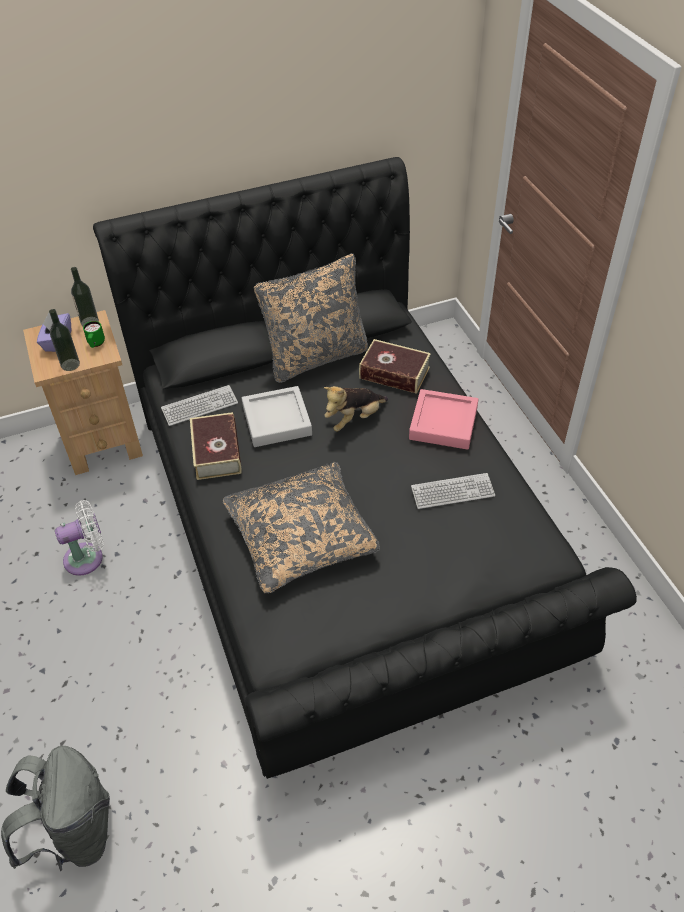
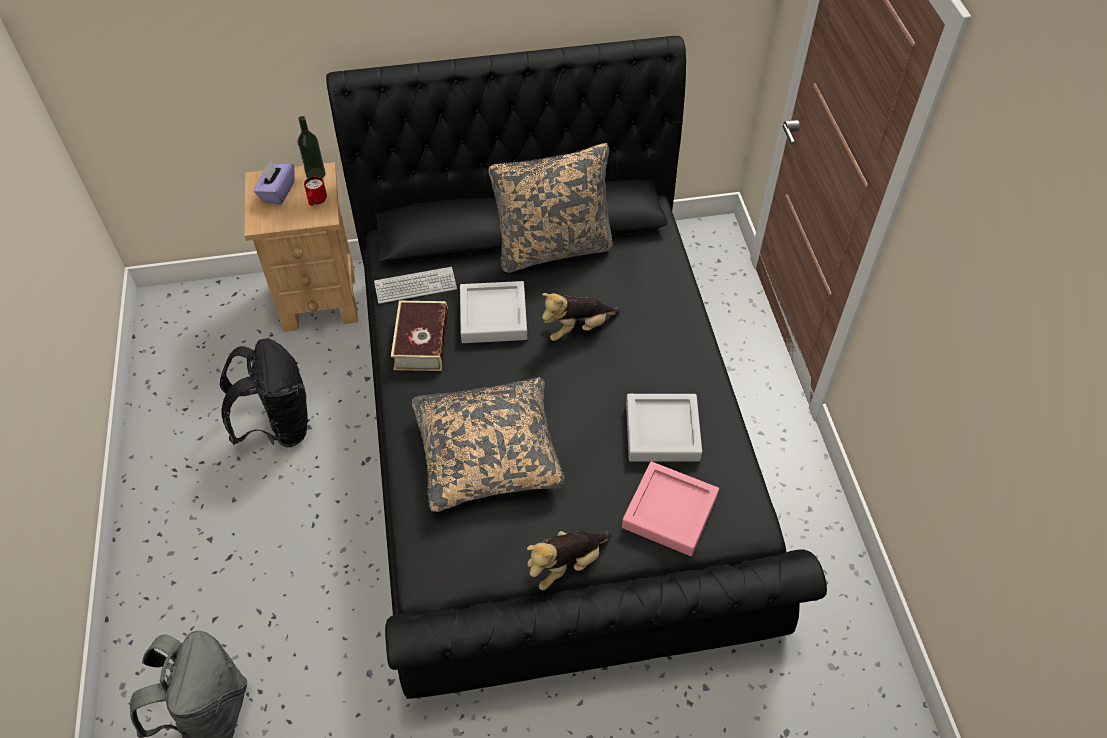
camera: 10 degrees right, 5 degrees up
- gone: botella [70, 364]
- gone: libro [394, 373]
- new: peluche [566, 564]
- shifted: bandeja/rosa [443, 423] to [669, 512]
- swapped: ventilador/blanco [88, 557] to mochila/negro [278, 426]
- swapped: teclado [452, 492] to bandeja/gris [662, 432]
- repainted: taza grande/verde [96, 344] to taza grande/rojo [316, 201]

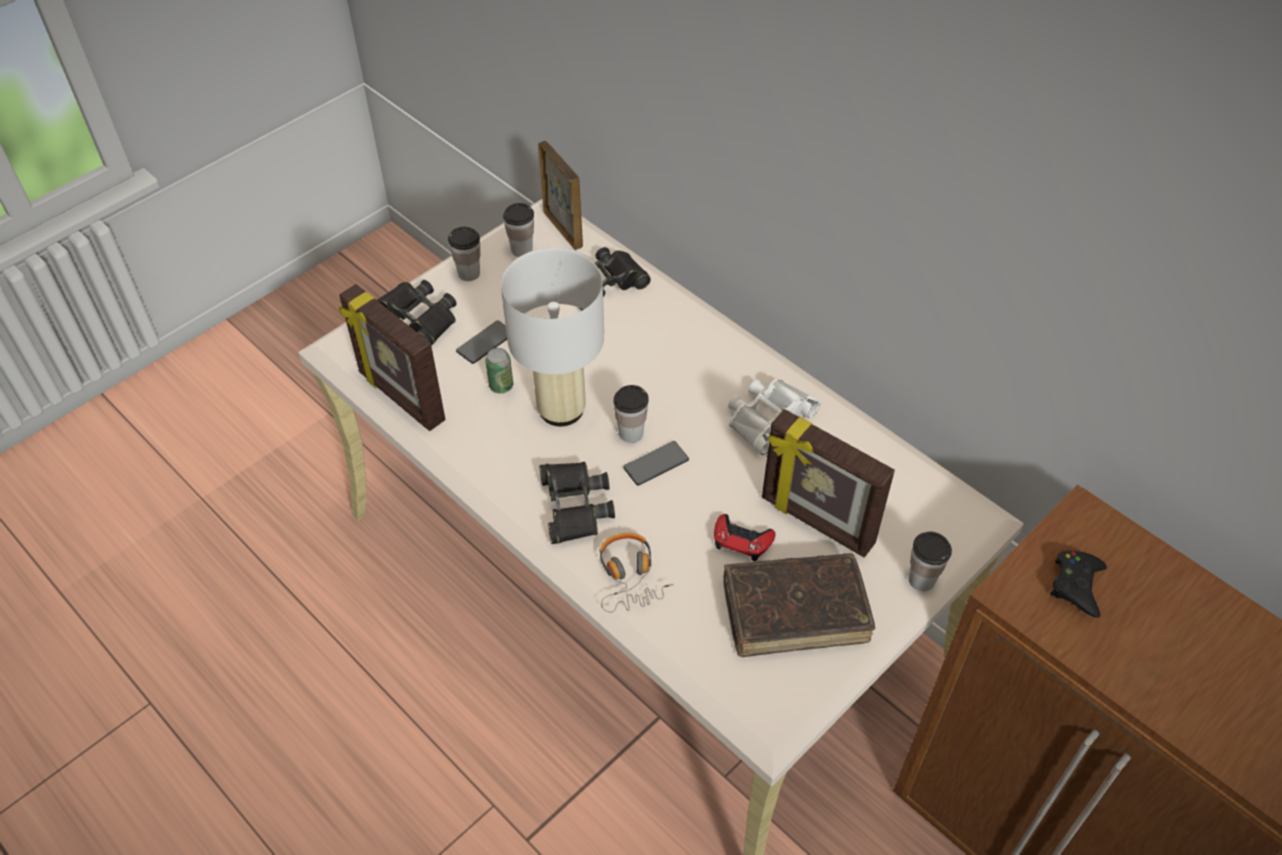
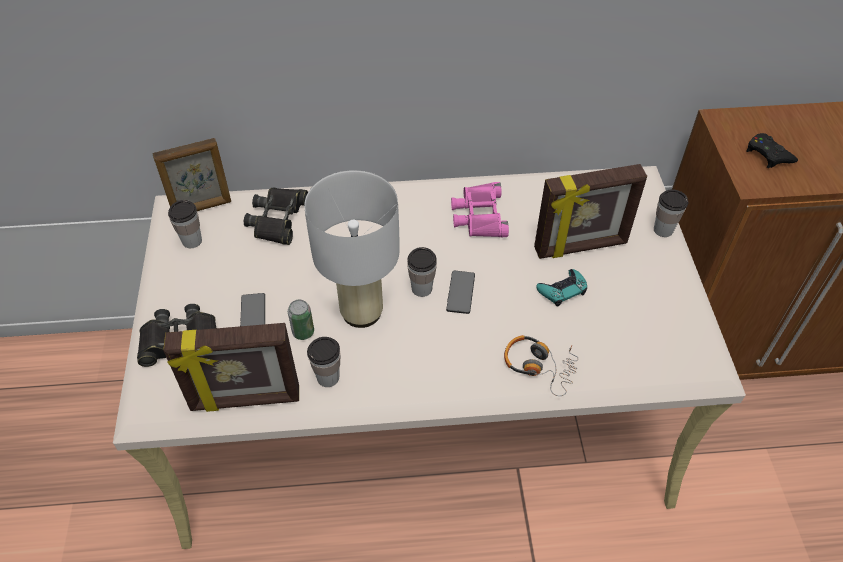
camera: 50 degrees left, 0 degrees up
- gone: prismáticos/negro [574, 506]
- gone: libro/marrón [795, 611]
- shifted: taza [469, 273] to [328, 377]
- repainted: mando de consola/rojo [742, 540] to mando de consola/turquesa [562, 290]
- repainted: prismáticos/blanco [767, 417] to prismáticos/rosa [479, 215]
- rotated: portarretratos [563, 229] = [202, 207] 150 degrees clockwise

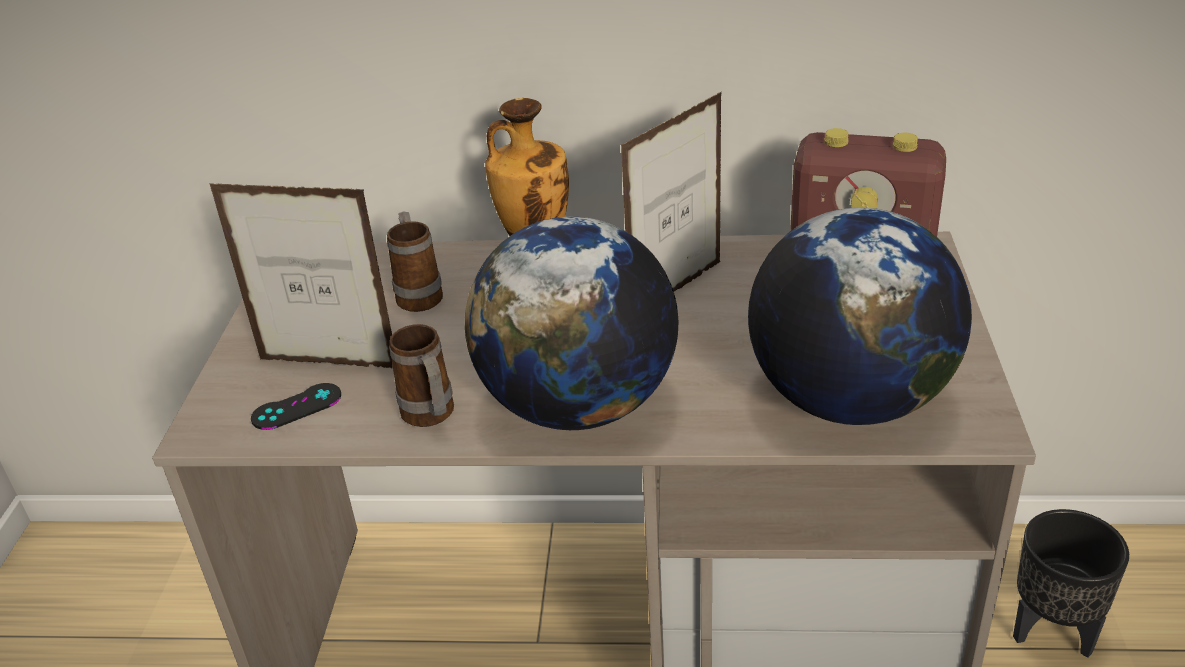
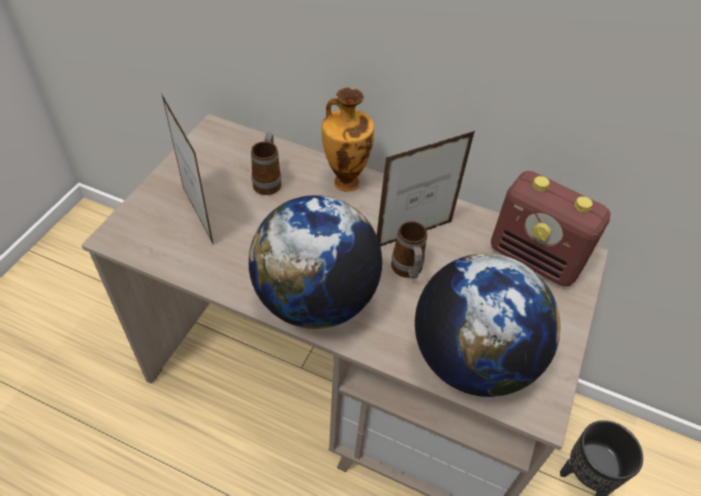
camera: 15 degrees right, 15 degrees up
- gone: mando de consola/negro [296, 407]
- shifted: taza grande [431, 418] to [407, 271]
- rotated: portarretratos [329, 364] = [197, 215] 150 degrees counterclockwise

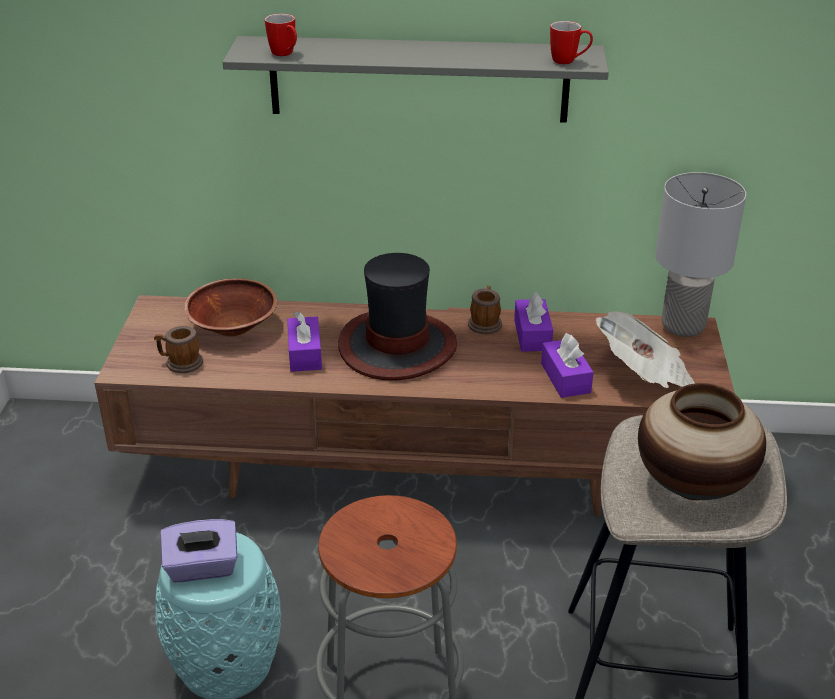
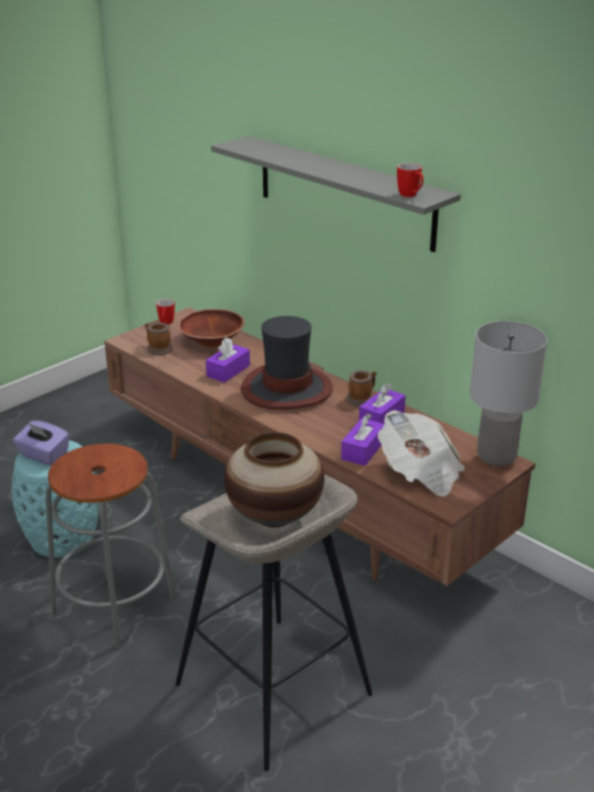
camera: 40 degrees right, 5 degrees down
- shifted: taza grande [285, 54] to [166, 323]

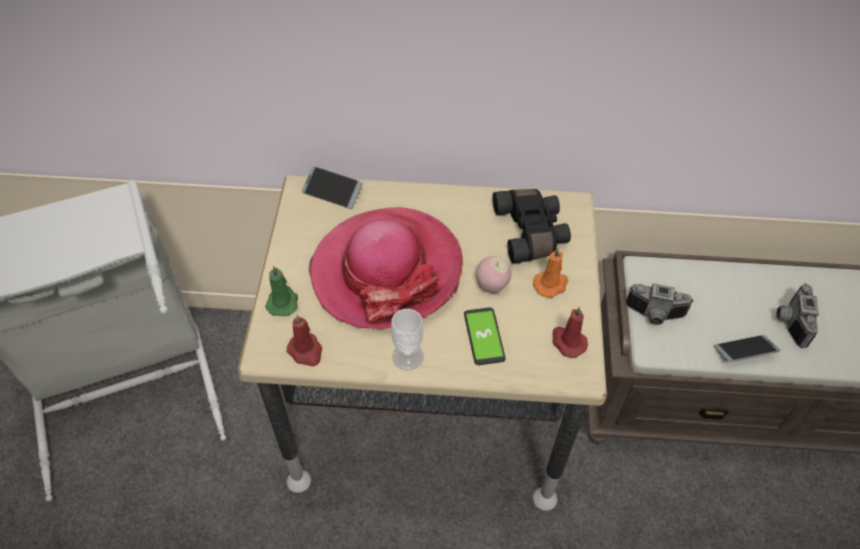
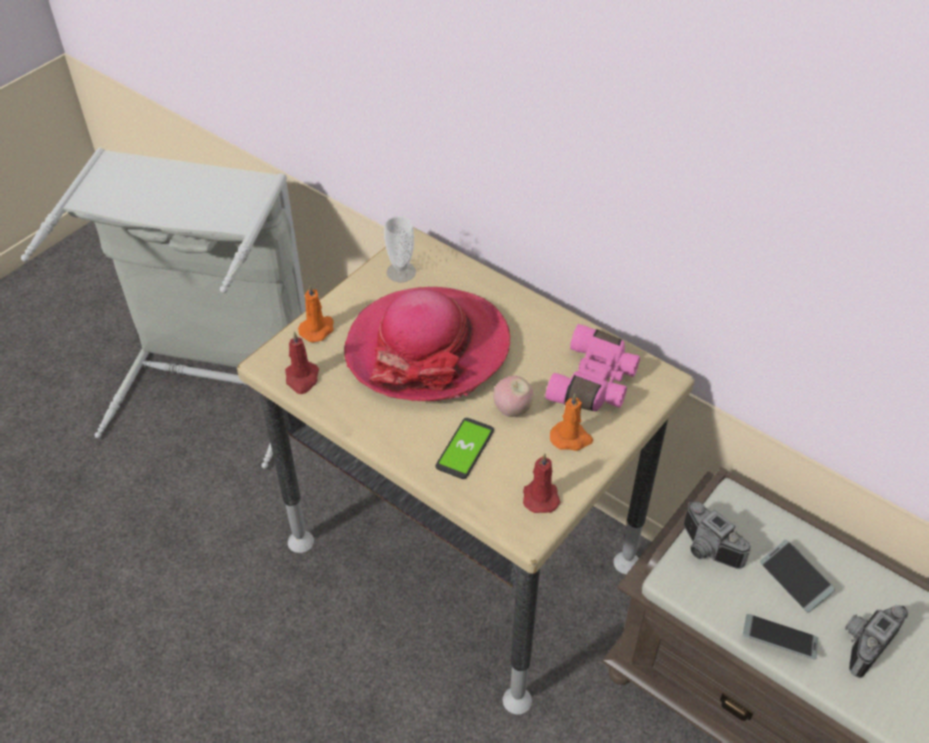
camera: 35 degrees right, 5 degrees down
- shifted: móvil [332, 192] to [794, 579]
- shifted: taza [407, 356] to [401, 272]
- repainted: vela/verde [283, 301] to vela/naranja [318, 329]
- repainted: prismáticos/negro [531, 232] to prismáticos/rosa [595, 383]

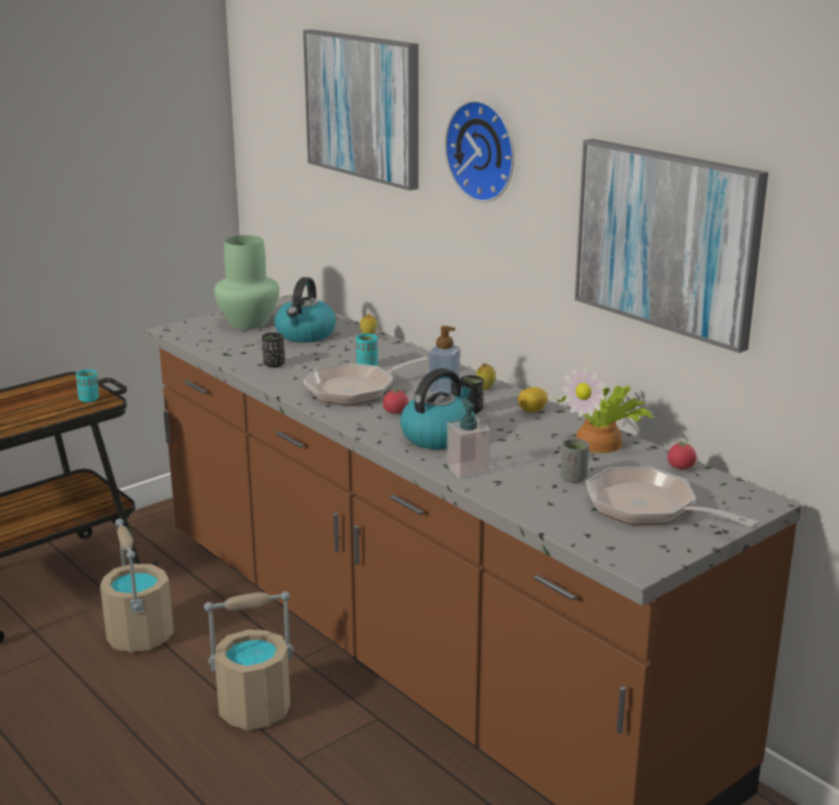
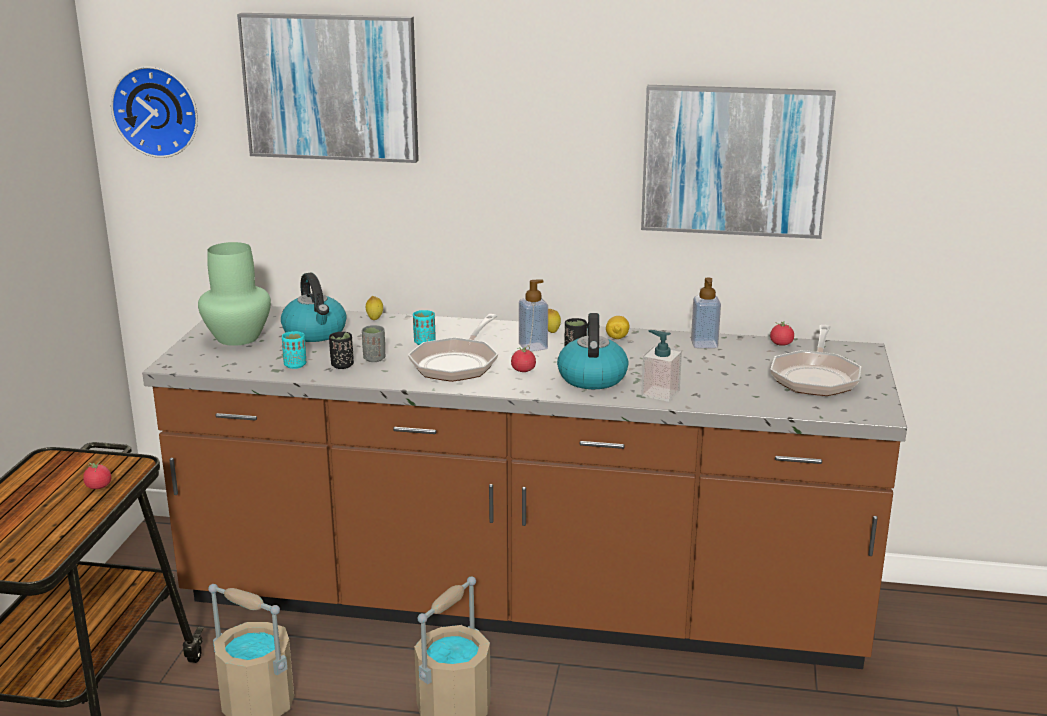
camera: 40 degrees left, 0 degrees up
- new: tomate [98, 487]
- shifted: taza/turquesa [89, 399] to [295, 365]
- shifted: reloj de pared [484, 150] to [157, 111]
- shifted: taza/gris [573, 478] to [374, 359]
- swapped: planta en maceta [602, 442] to dispensador de jabón [704, 344]
- rotated: sartén [649, 508] = [815, 377] 75 degrees counterclockwise

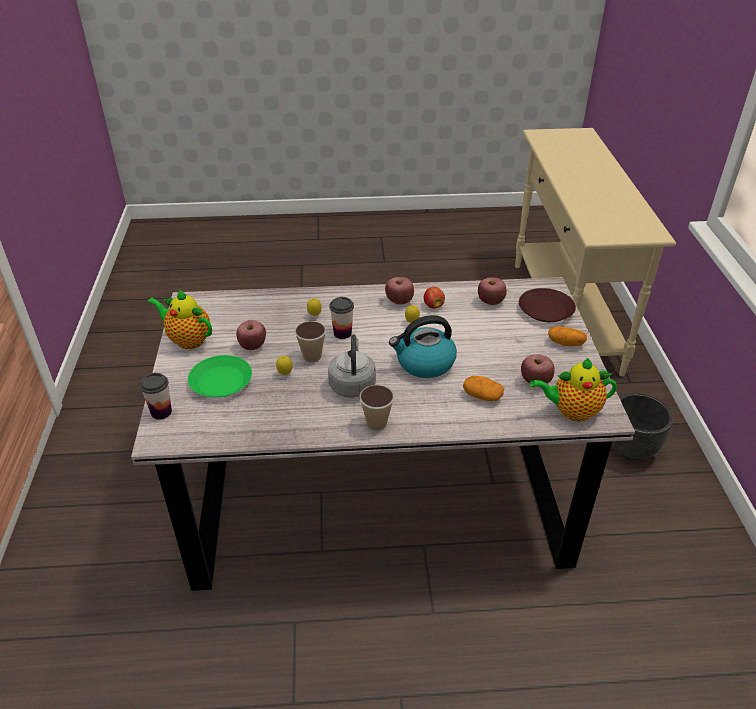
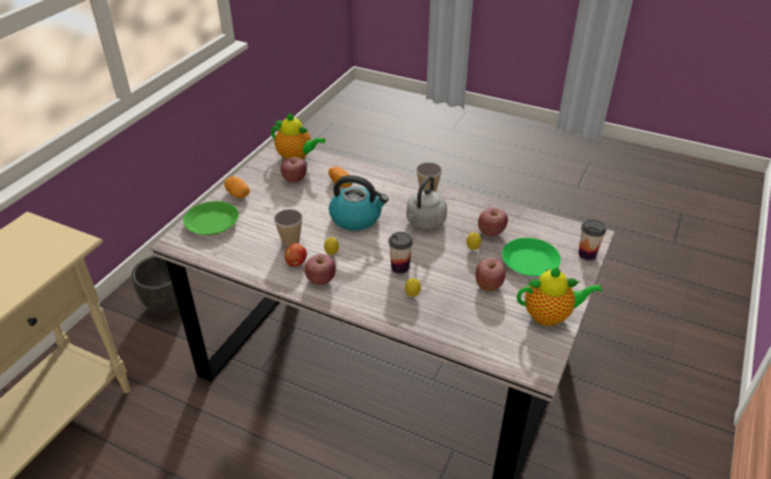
camera: 150 degrees left, 0 degrees up
- shifted: taza [312, 356] to [291, 242]
- shifted: manzana [490, 301] to [491, 232]
- repainted: plato/marrón [546, 310] to plato/verde [212, 222]
- rotated: tetera [187, 340] = [550, 316] 60 degrees counterclockwise

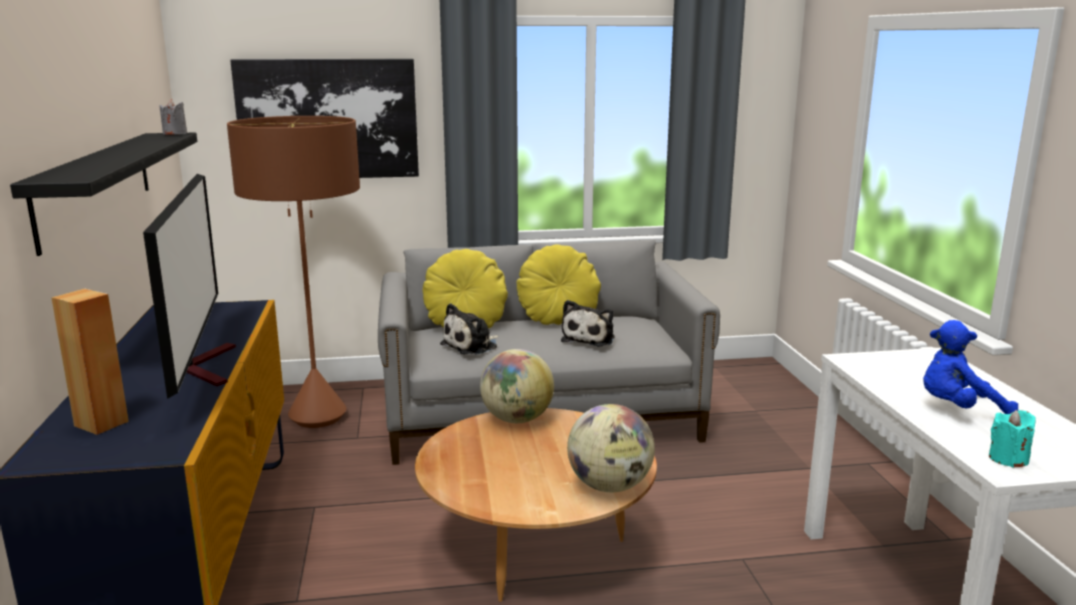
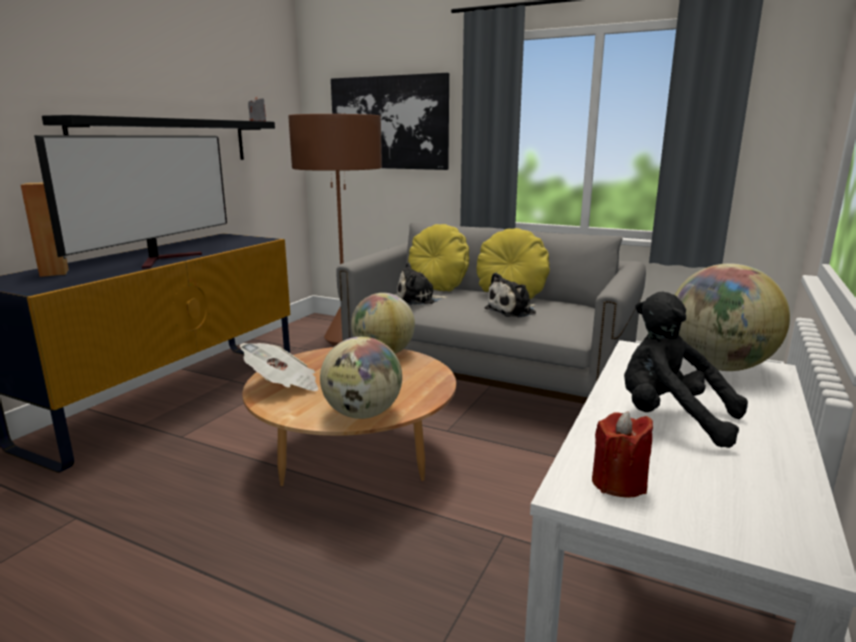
camera: 35 degrees right, 0 degrees up
- new: periódico [283, 385]
- new: globo terráqueo [718, 367]
- repainted: peluche/azul [958, 409] to peluche/negro [670, 419]
- repainted: vela/turquesa [1008, 459] to vela/rojo [618, 483]

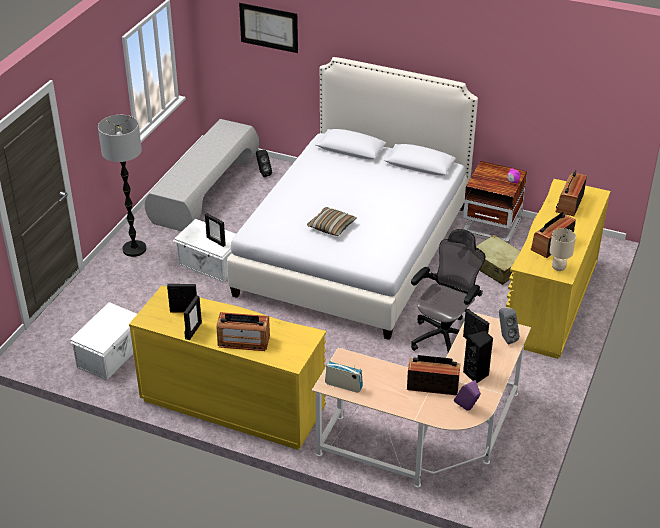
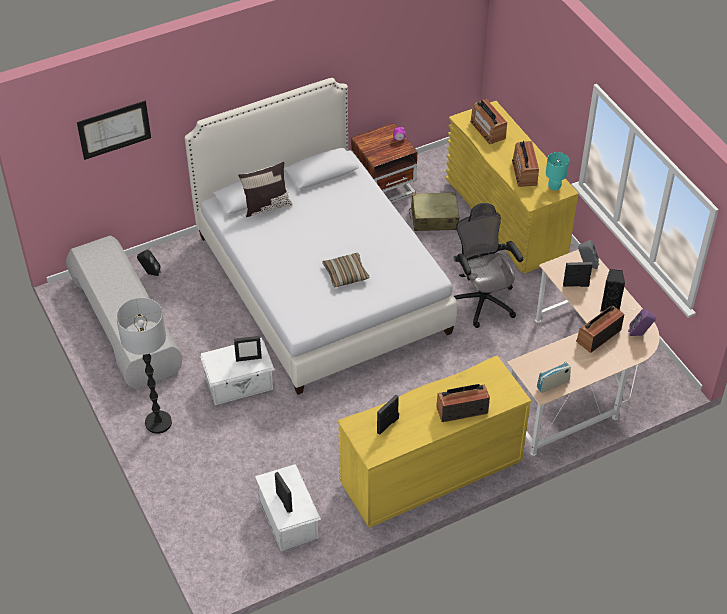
camera: 50 degrees left, 10 degrees up
- new: cojín [266, 207]
- shifted: portarretratos [193, 330] to [283, 502]
- repainted: lámpara de mesa/beis [559, 268] to lámpara de mesa/turquesa [554, 187]
- rotated: radio [243, 341] = [462, 410] 150 degrees counterclockwise

